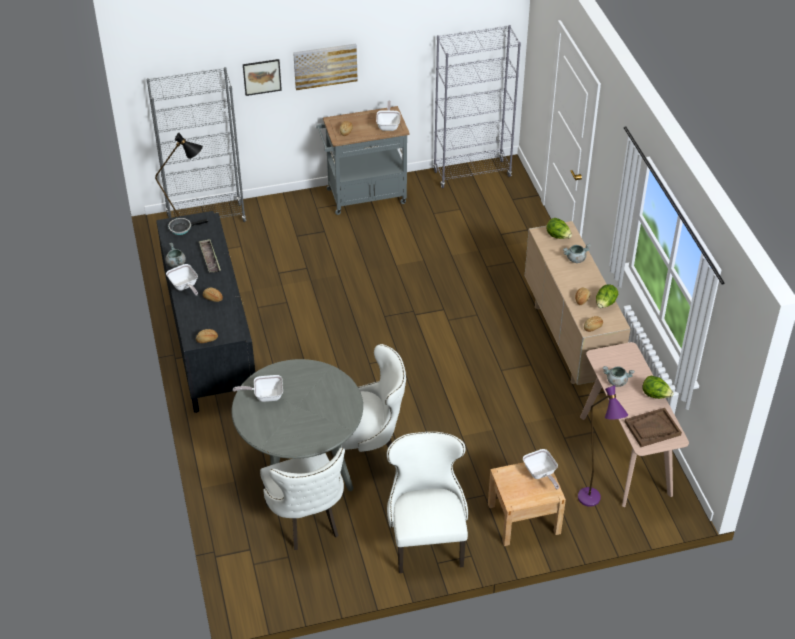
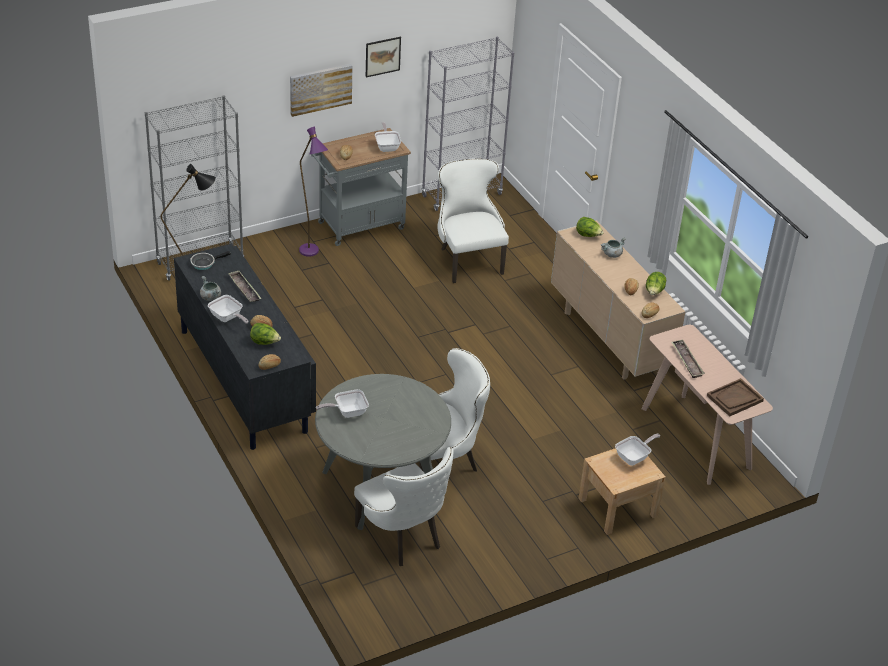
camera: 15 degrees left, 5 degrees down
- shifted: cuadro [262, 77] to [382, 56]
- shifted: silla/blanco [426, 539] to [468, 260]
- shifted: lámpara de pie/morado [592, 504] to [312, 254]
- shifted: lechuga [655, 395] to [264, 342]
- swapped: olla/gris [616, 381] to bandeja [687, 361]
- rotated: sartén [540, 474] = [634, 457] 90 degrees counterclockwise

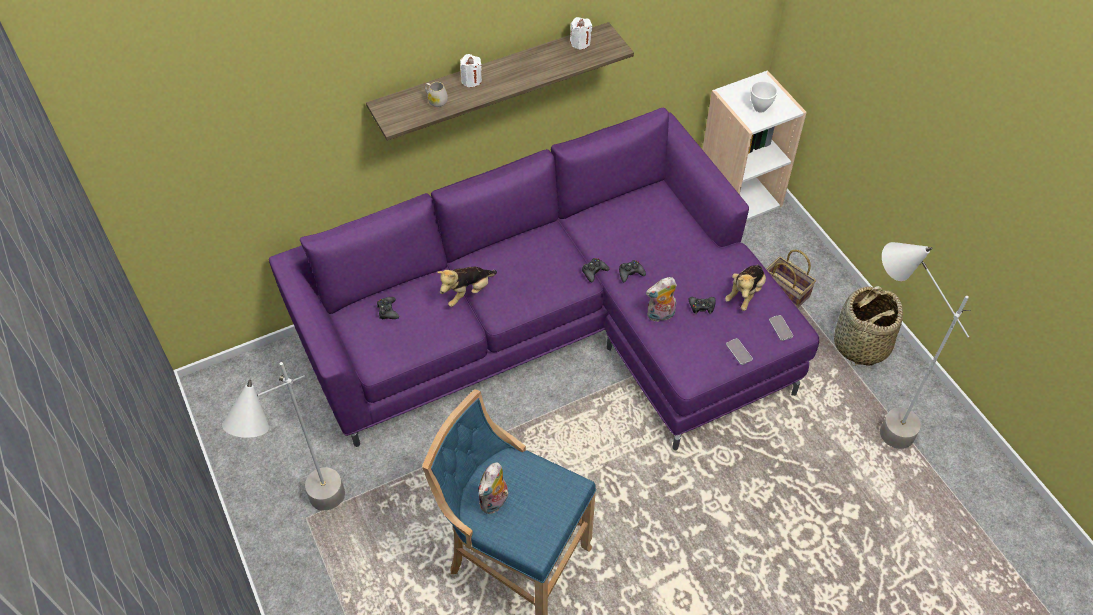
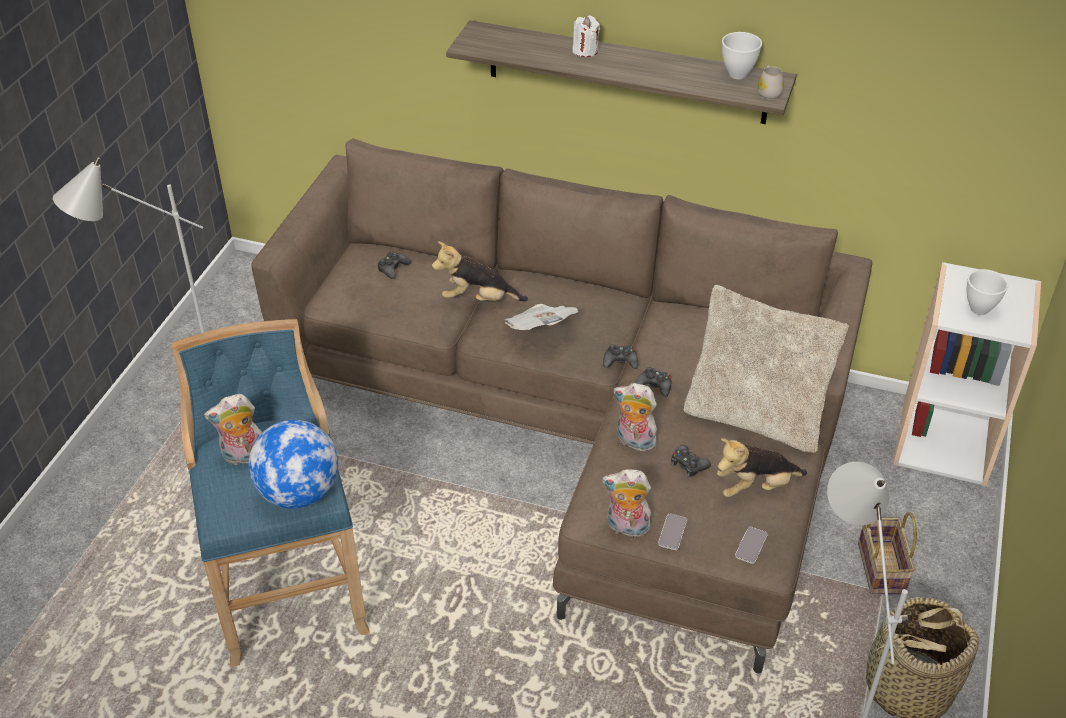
camera: 45 degrees right, 10 degrees down
- new: globo terráqueo [299, 493]
- new: periódico [540, 331]
- new: peluche [626, 528]
- new: cojín/beis [756, 414]
- shifted: taza grande/blanco [436, 101] to [768, 92]
- swapped: vela/blanco [580, 43] to cuenco/blanco [738, 75]
- repainted: sofá/morado [559, 328] to sofá/marrón [586, 429]

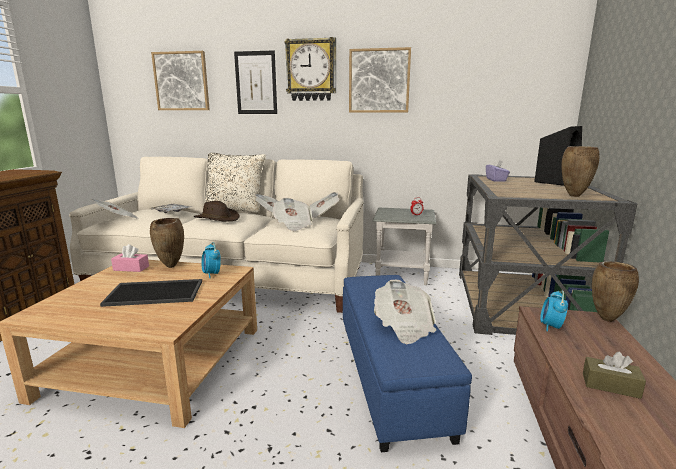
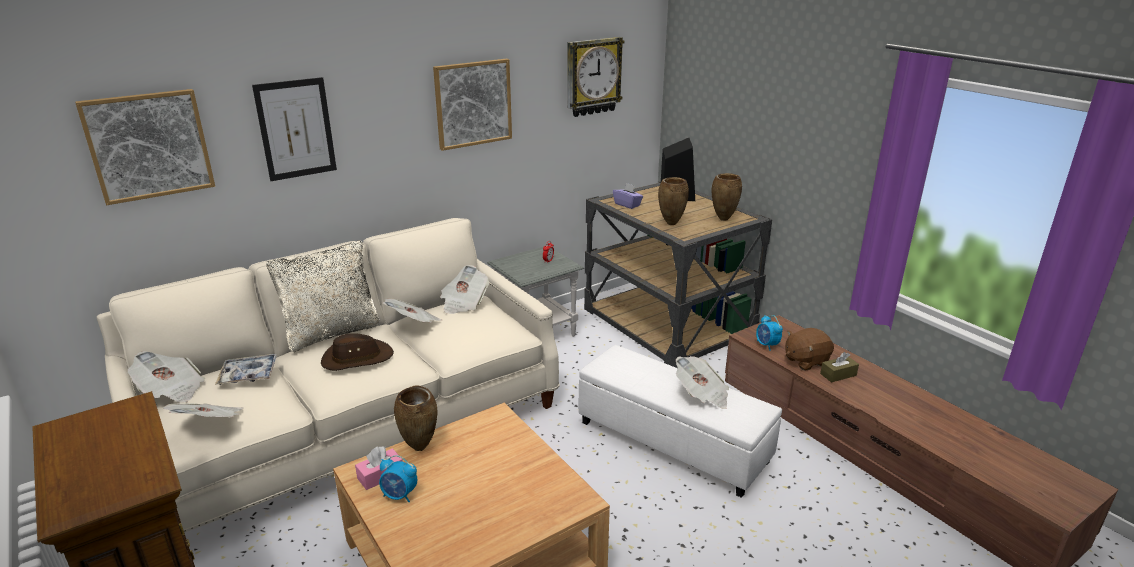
camera: 45 degrees left, 10 degrees up
- gone: bandeja [156, 292]
- new: peluche/marrón [805, 361]
- shifted: despertador [212, 274] to [400, 495]
- shifted: periódico [293, 225] to [171, 390]
- shifted: reloj de pared [311, 70] to [593, 76]
- shifted: florero/marrón [606, 319] to [670, 224]
- repainted: puf/azul [389, 375] to puf/blanco [671, 442]

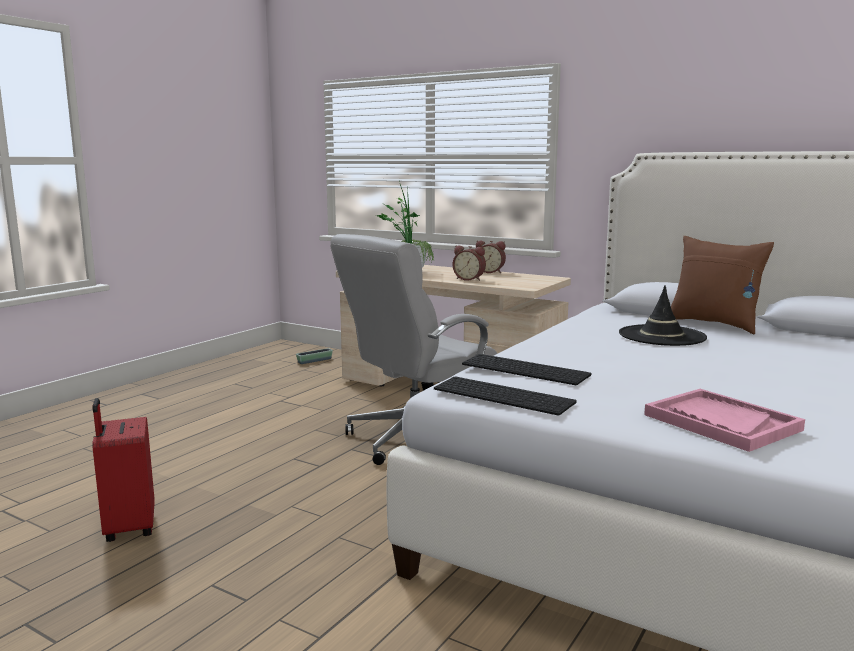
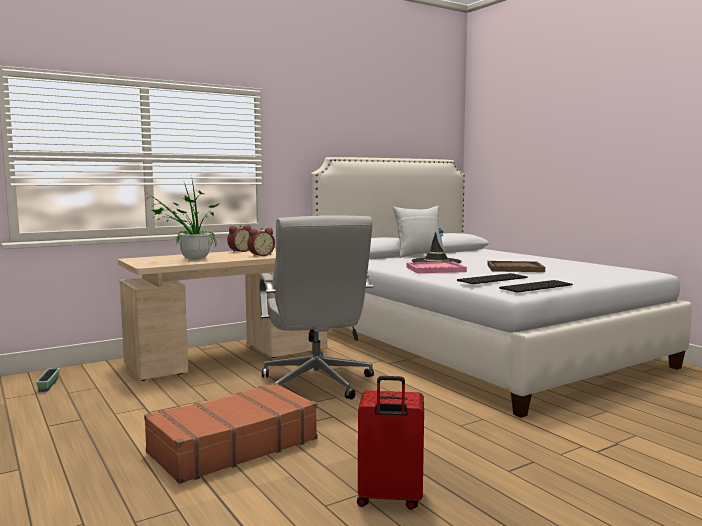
camera: 65 degrees left, 5 degrees down
- new: maleta/marrón [232, 446]
- new: bandeja/marrón [515, 268]
- shifted: bandeja/rosa [721, 422] to [435, 269]
- repainted: cojín/marrón [713, 325] to cojín/gris [419, 256]

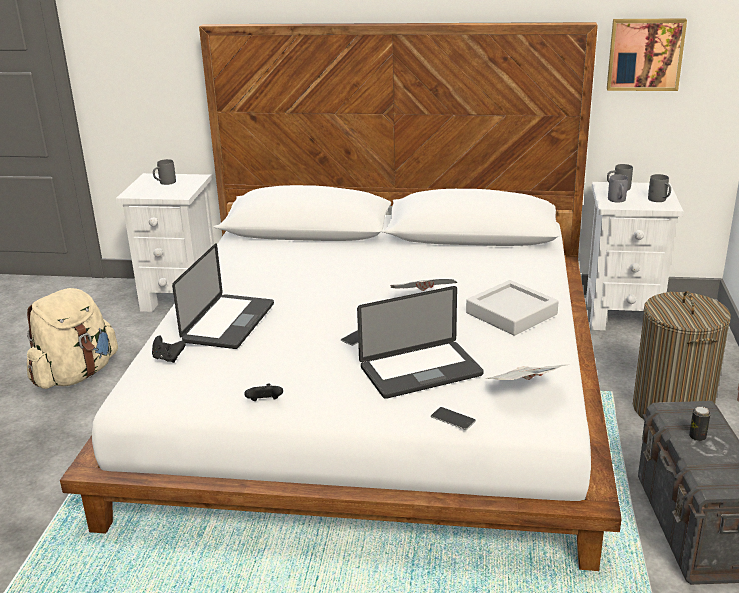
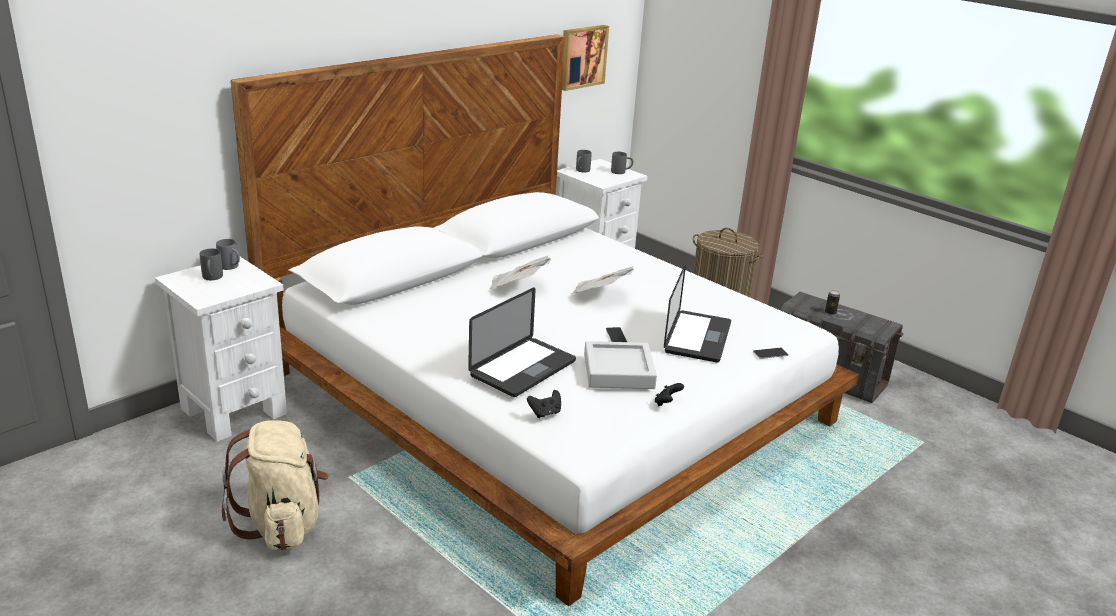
camera: 55 degrees left, 0 degrees up
- shifted: bandeja/gris [511, 313] to [618, 371]
- shifted: periódico [525, 391] to [518, 287]
- shifted: taza grande/gris [617, 201] to [231, 267]
- rotated: portátil [229, 323] = [523, 368] 75 degrees clockwise

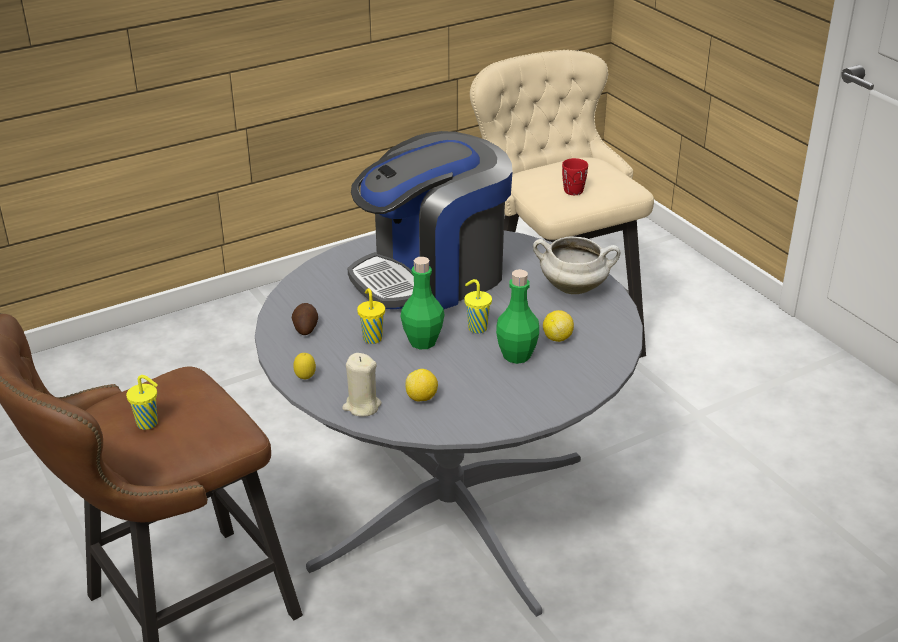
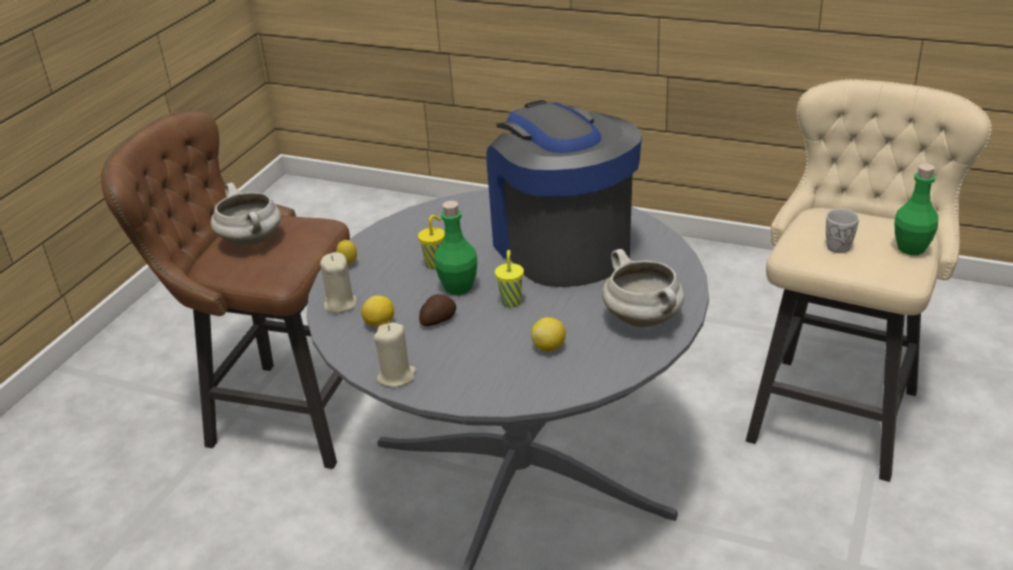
camera: 55 degrees right, 0 degrees up
- new: vela/beis [396, 376]
- shifted: patata [305, 328] to [437, 320]
- shifted: botella/verde [516, 355] to [911, 248]
- swapped: taza/amarillo [148, 423] to olla/blanco [252, 241]
- repainted: taza grande/rojo [571, 189] to taza grande/blanco [840, 245]
- rotated: cafetera [432, 275] = [561, 245] 45 degrees clockwise

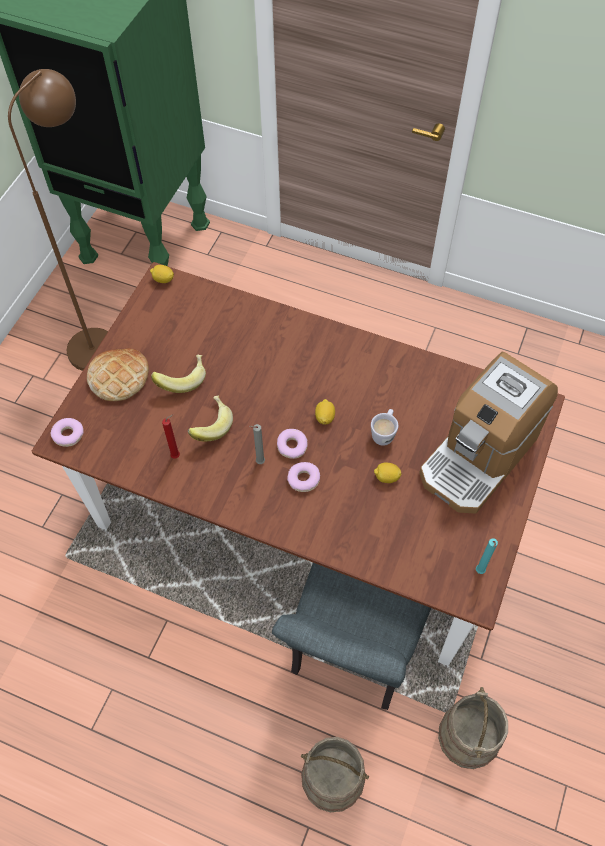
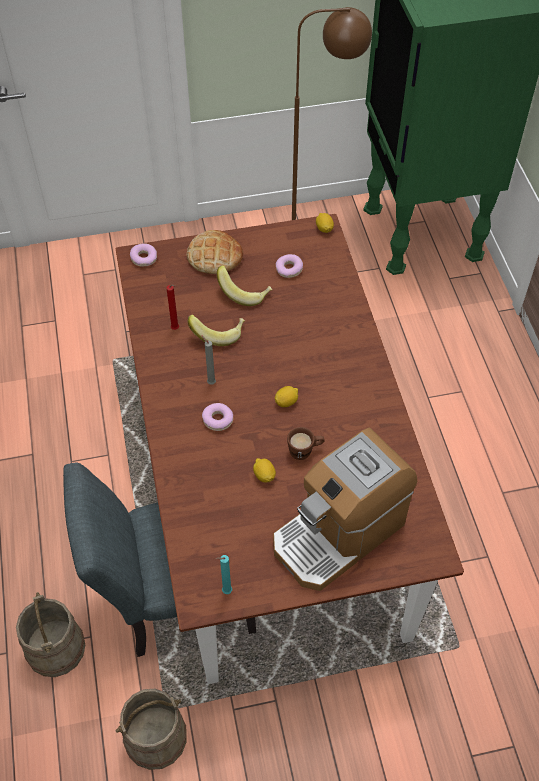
camera: 55 degrees right, 5 degrees down
- shifted: rosquilla [292, 446] to [289, 269]
- repainted: taza grande/blanco [384, 433] to taza grande/marrón [305, 451]
- rotated: cafetera [478, 457] = [338, 533] 45 degrees counterclockwise

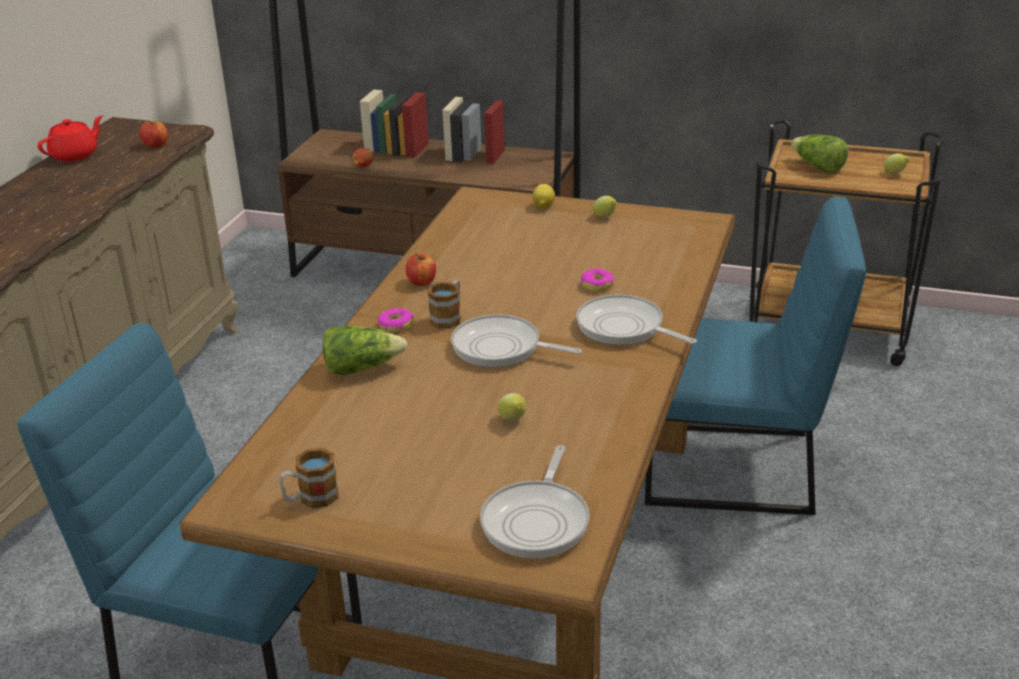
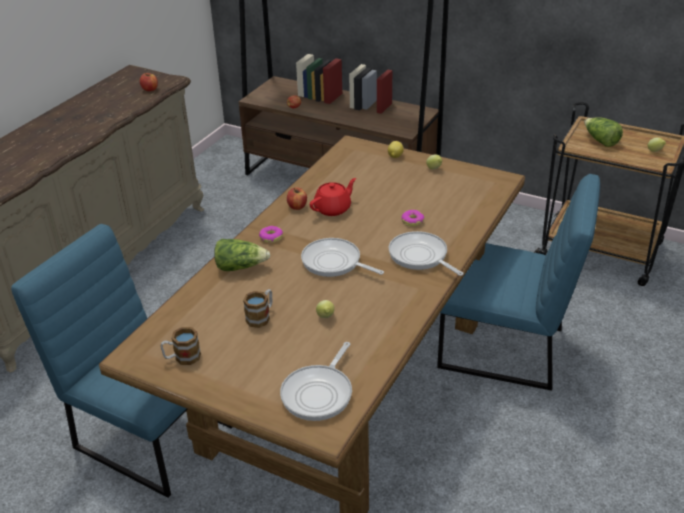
camera: 10 degrees right, 5 degrees up
- shifted: tetera/rojo [75, 155] to [333, 209]
- shifted: taza grande [448, 317] to [261, 316]

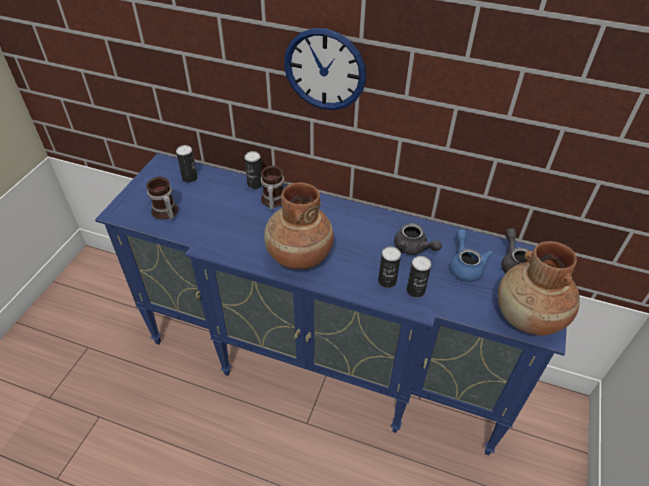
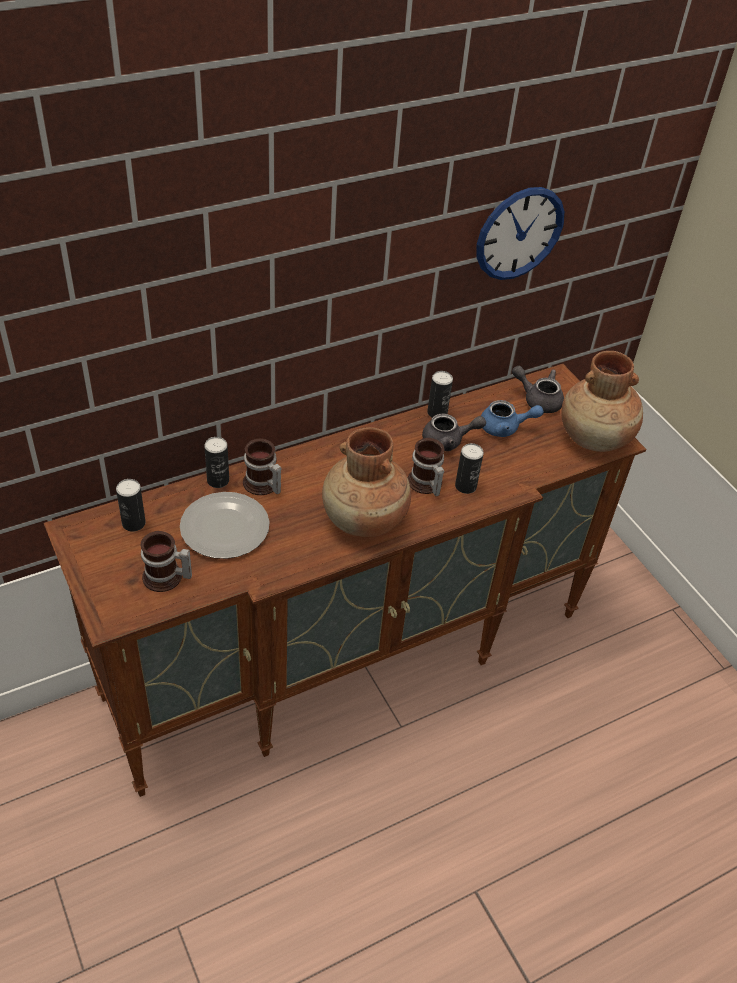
camera: 50 degrees left, 0 degrees up
- new: plato [225, 527]
- new: taza grande [425, 484]
- shifted: reloj de pared [325, 70] to [519, 233]
- shifted: lata [415, 290] to [437, 413]
- repainted: armario/azul [324, 363] to armario/marrón [350, 657]
- rotated: tetera/azul [465, 266] = [505, 428] 150 degrees clockwise

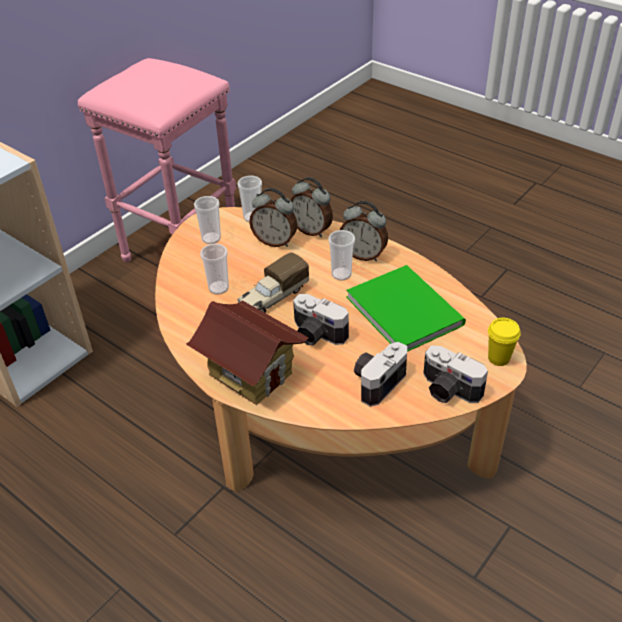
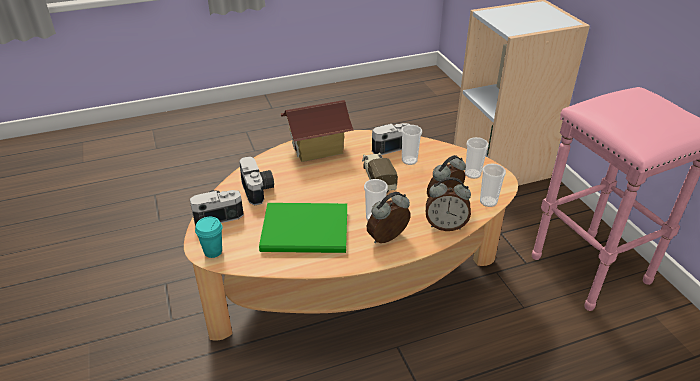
camera: 120 degrees right, 5 degrees down
- shifted: cámara [316, 335] to [389, 145]
- repainted: taza/amarillo [498, 358] to taza/turquesa [213, 251]
- rotated: despertador [311, 230] = [445, 225] 150 degrees counterclockwise

